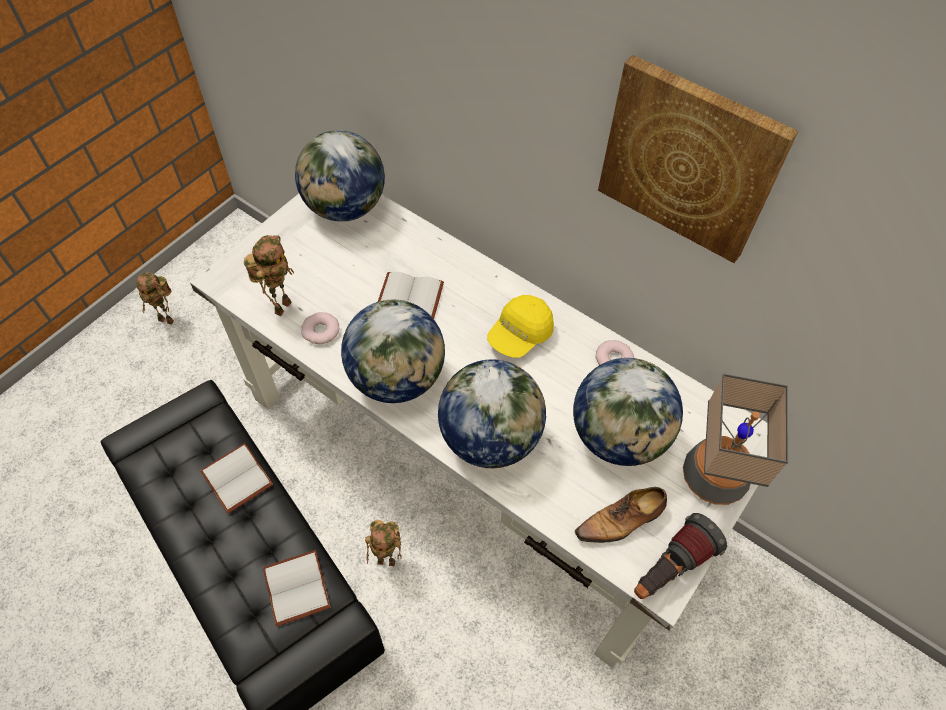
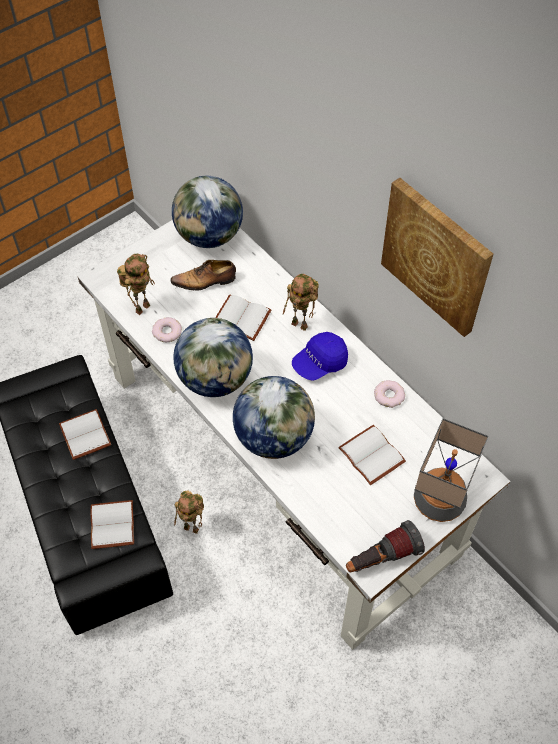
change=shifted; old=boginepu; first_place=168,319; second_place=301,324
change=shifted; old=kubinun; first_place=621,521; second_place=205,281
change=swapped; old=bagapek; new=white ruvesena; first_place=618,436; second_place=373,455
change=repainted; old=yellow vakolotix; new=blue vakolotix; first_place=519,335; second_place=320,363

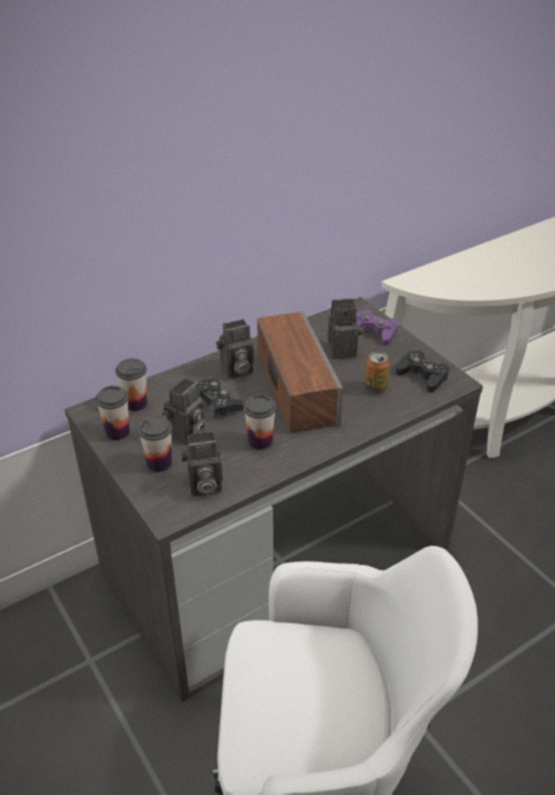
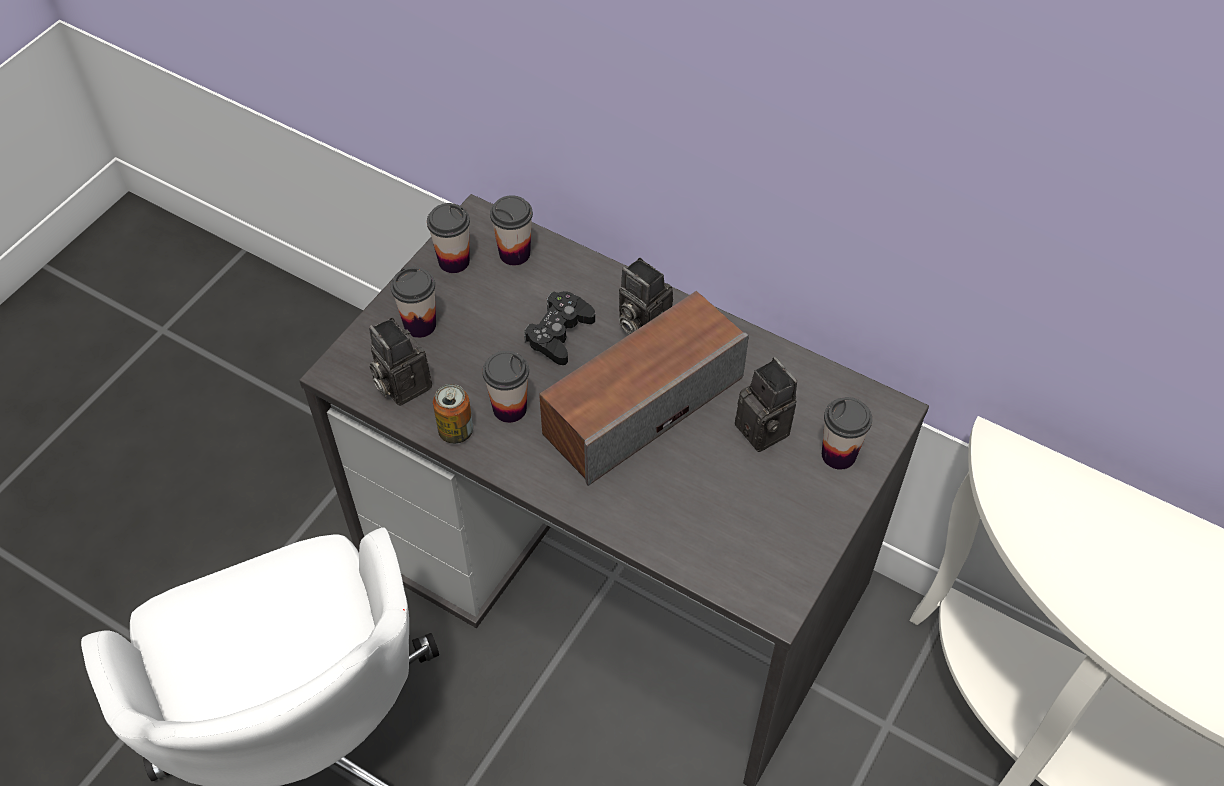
change=gone; old=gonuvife; first_place=186,434
change=gone; old=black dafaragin; first_place=422,376
change=shifted; old=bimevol; first_place=375,388; second_place=456,431
change=swapped; old=purple dafaragin; new=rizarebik; first_place=374,332; second_place=838,455

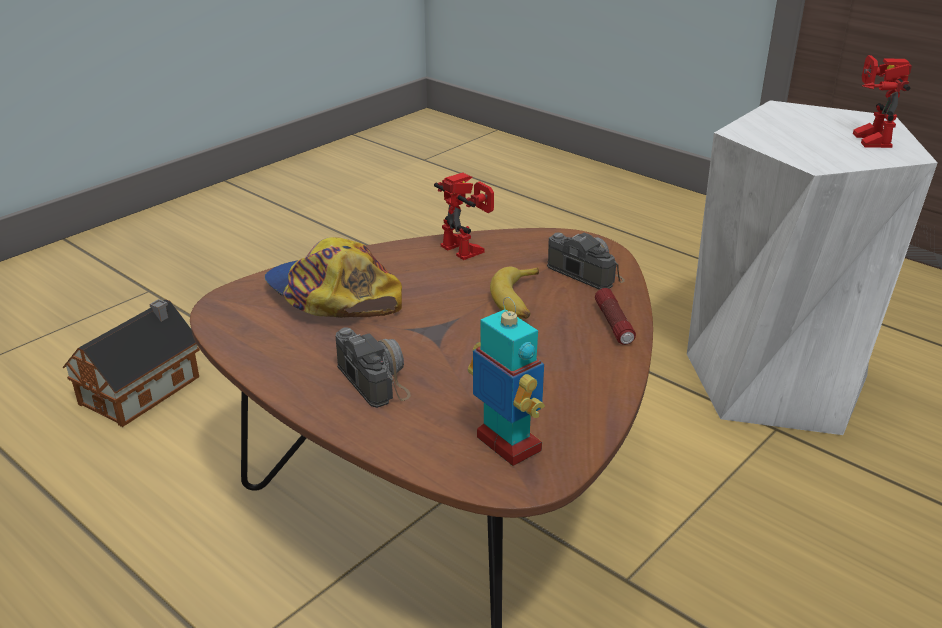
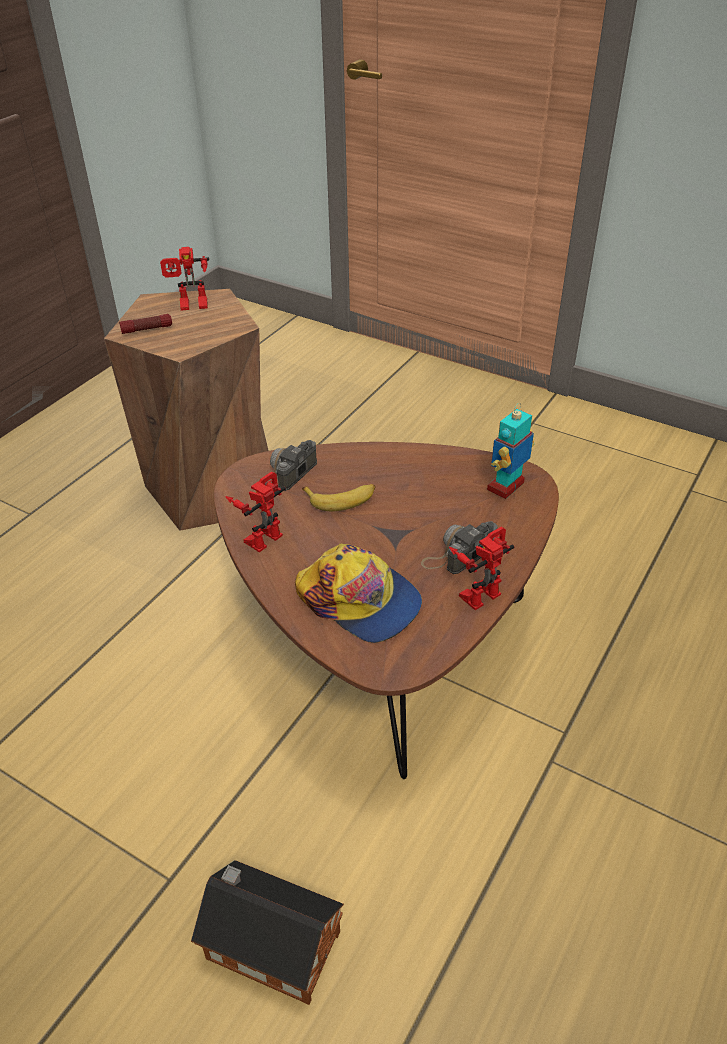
change=new; new=boginepu; second_place=478,591
change=shifted; old=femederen; first_place=614,324; second_place=147,329
change=repainted; old=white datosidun; new=brown datosidun; first_place=776,380; second_place=212,488
change=rotated; old=vakolotix; first_place=331,296; second_place=360,600; degrees=-90

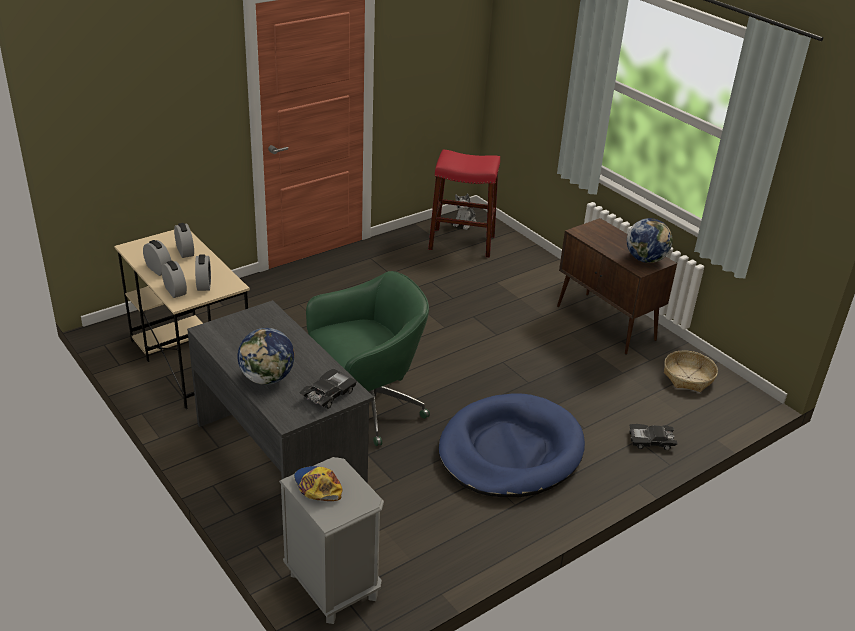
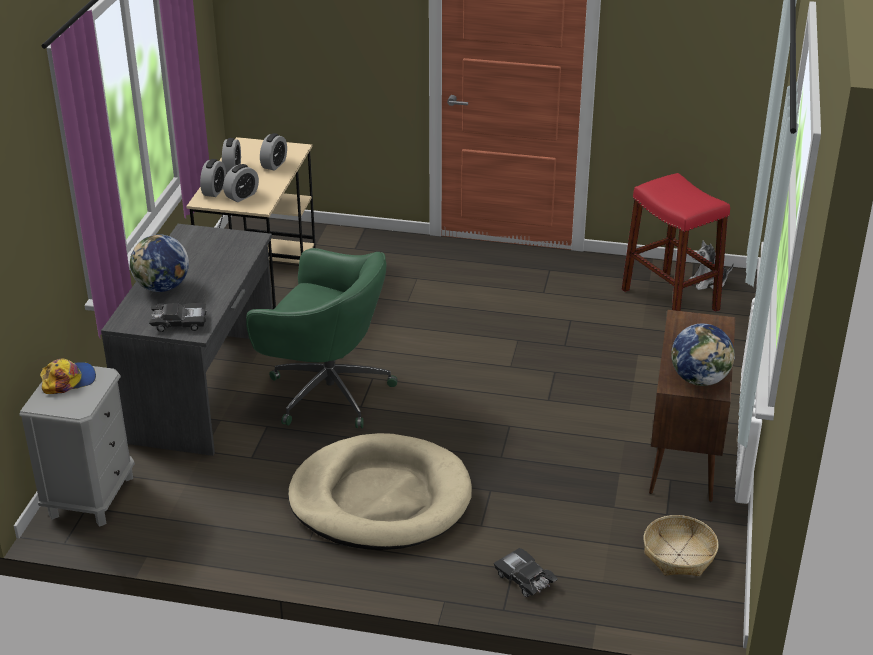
change=repainted; old=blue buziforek; new=beige buziforek; first_place=510,451; second_place=380,499
change=rotated; old=vakolotix; first_place=317,486; second_place=68,380; degrees=45

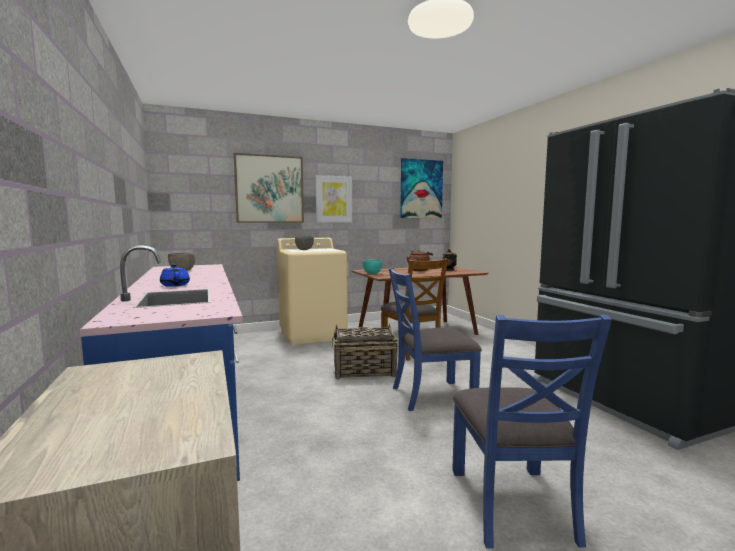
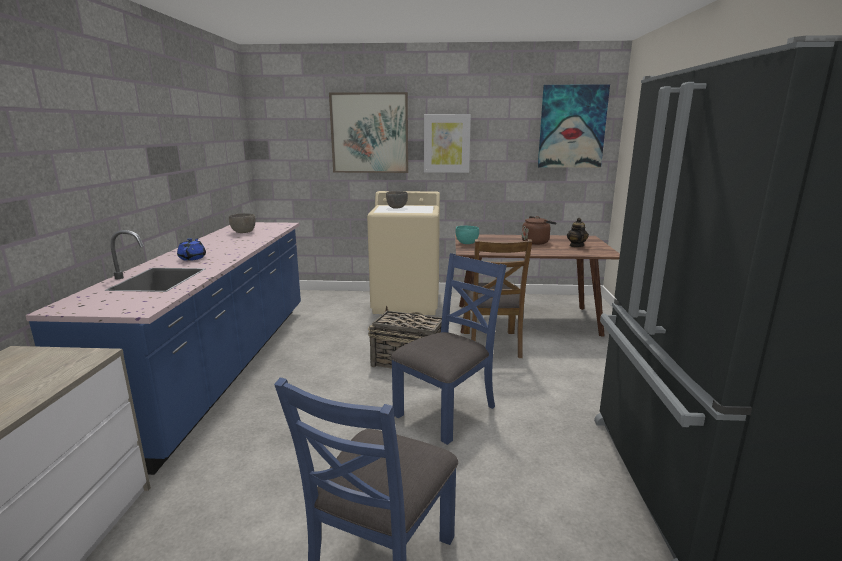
change=rotated; old=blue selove; first_place=431,395; second_place=446,410; degrees=120

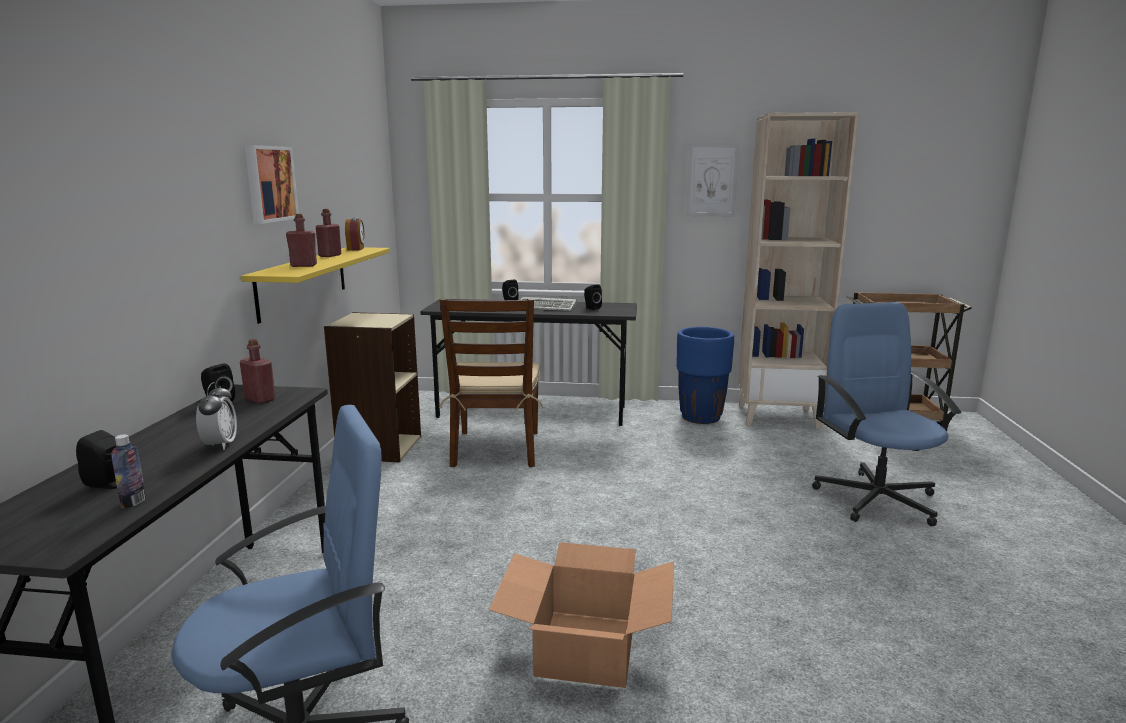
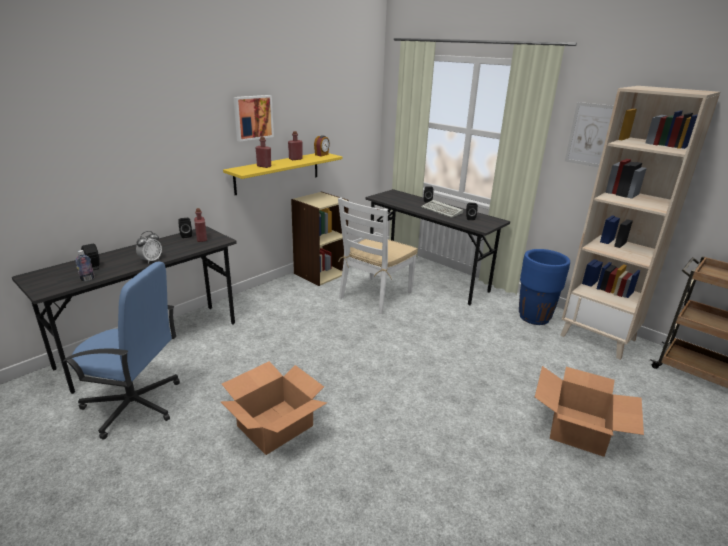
change=swapped; old=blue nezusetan; new=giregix; first_place=876,498; second_place=579,429
change=repainted; old=brown selove; new=white selove; first_place=496,449; second_place=375,295

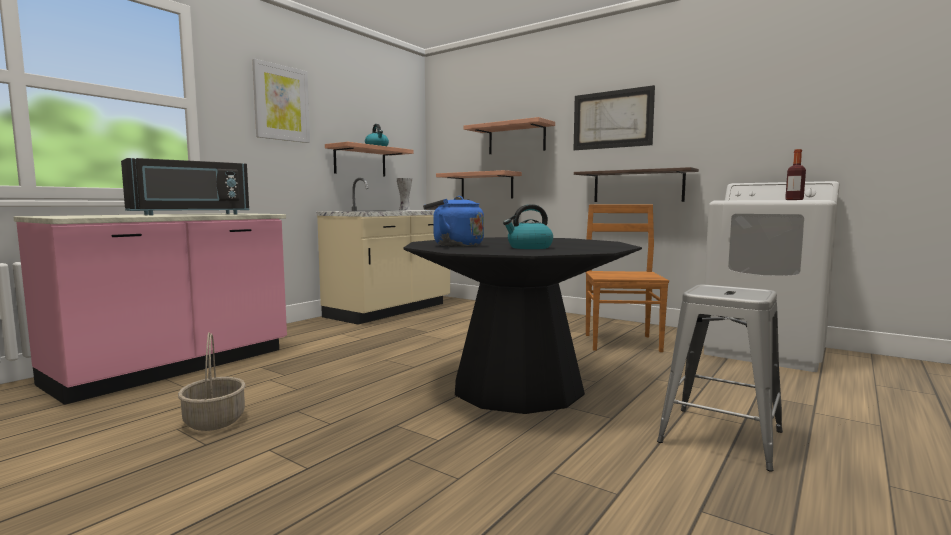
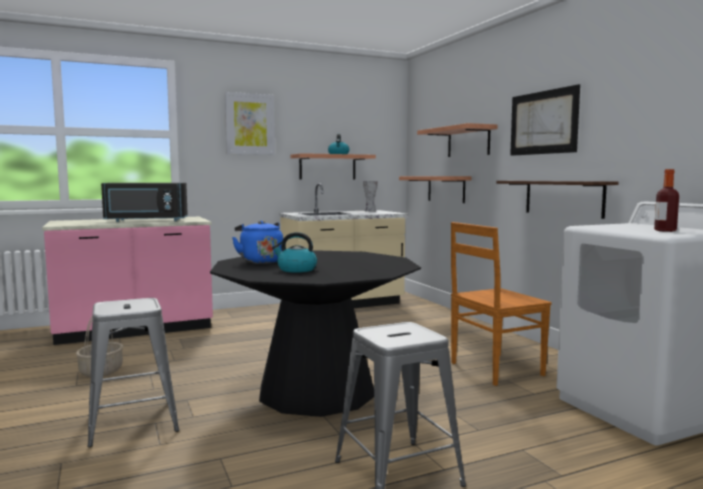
change=new; new=grey datosidun; second_place=133,422
change=rotated; old=brown selove; first_place=621,342; second_place=494,369; degrees=-150

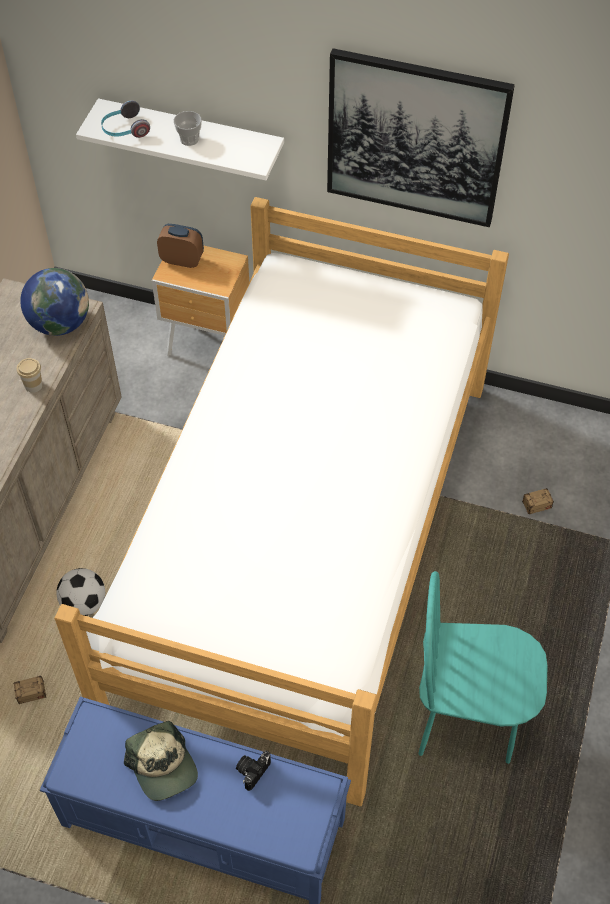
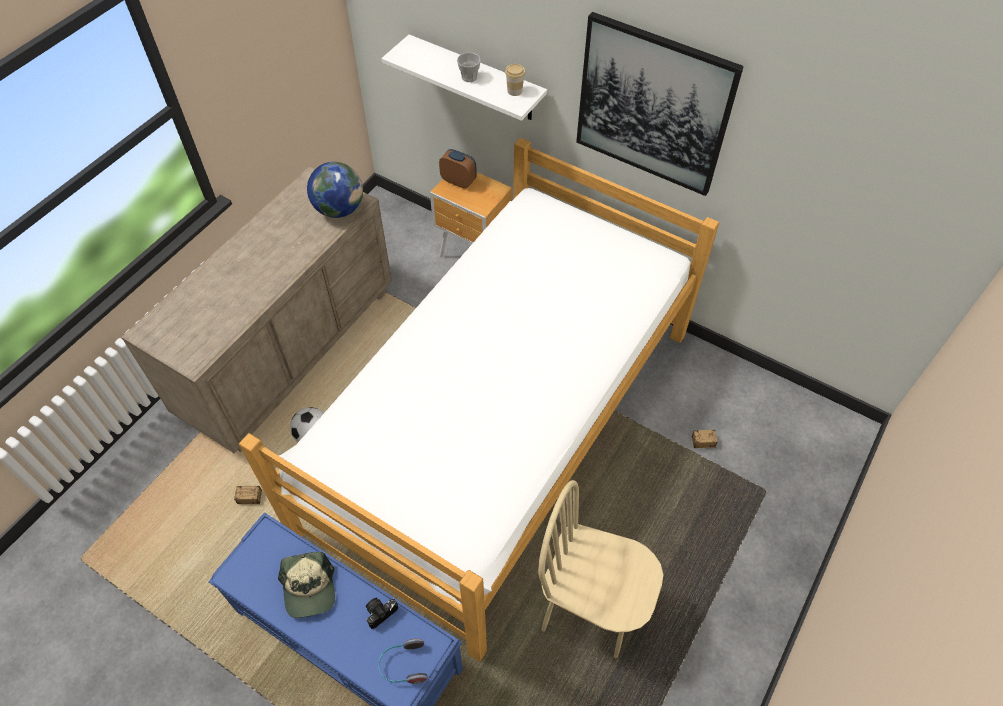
change=shifted; old=rizarebik; first_place=33,385; second_place=514,91
change=shifted; old=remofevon; first_place=124,130; second_place=403,665
change=repainted; old=turquoise selove; new=beige selove; first_place=466,719; second_place=590,610

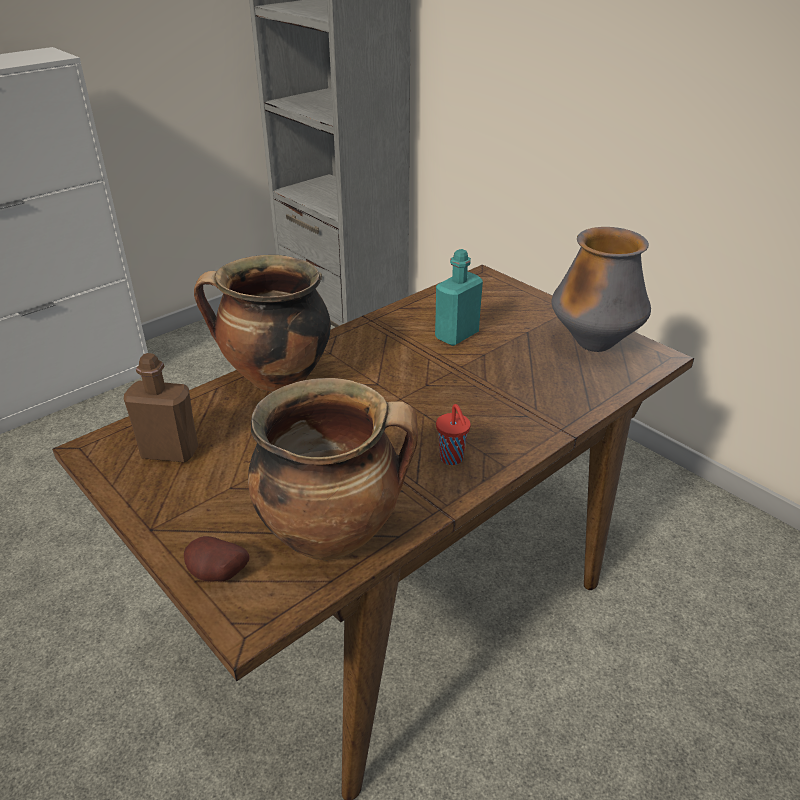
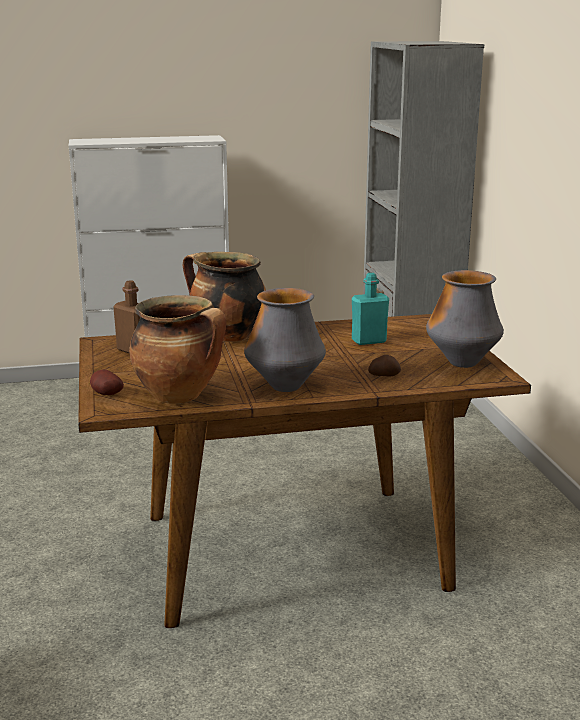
change=new; new=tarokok; second_place=384,375
change=swapped; old=red rizarebik; new=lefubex; first_place=452,459; second_place=285,387

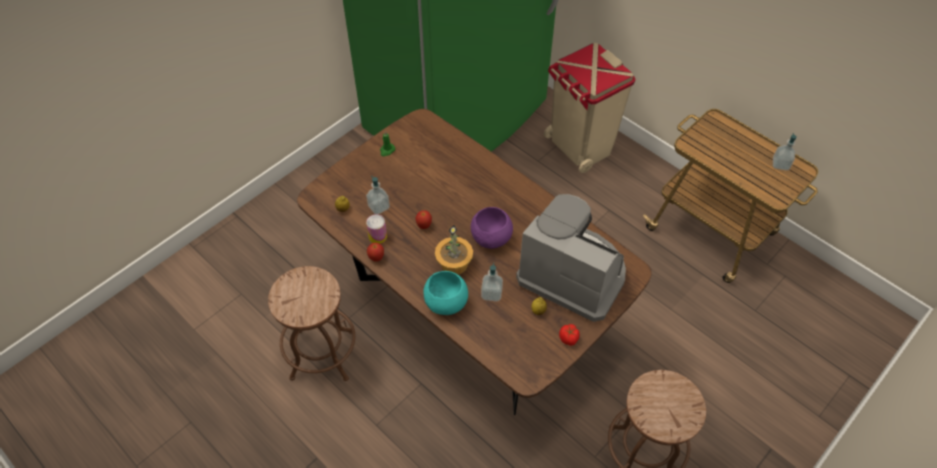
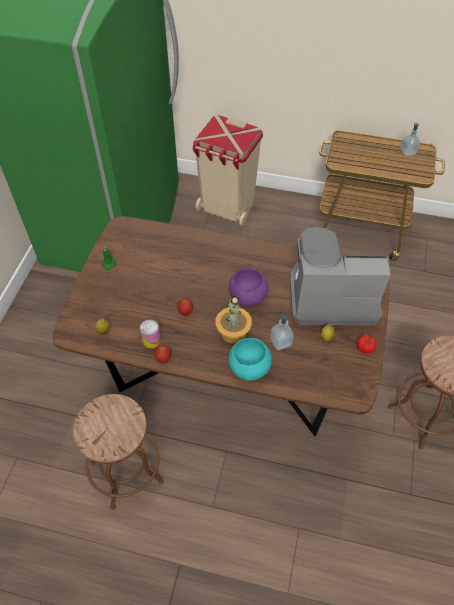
change=gone; old=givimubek; first_place=379,207

